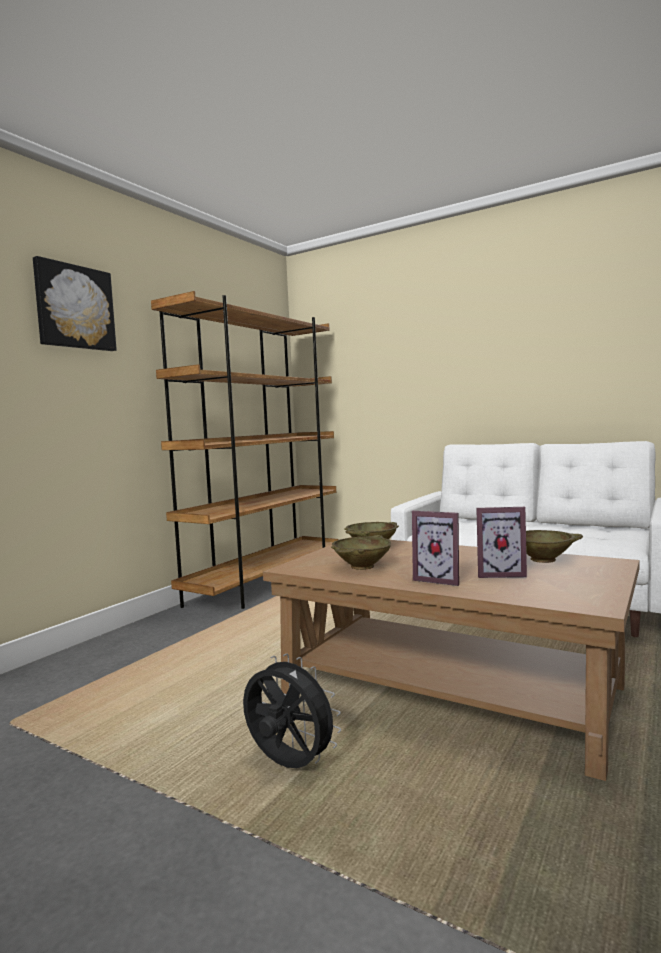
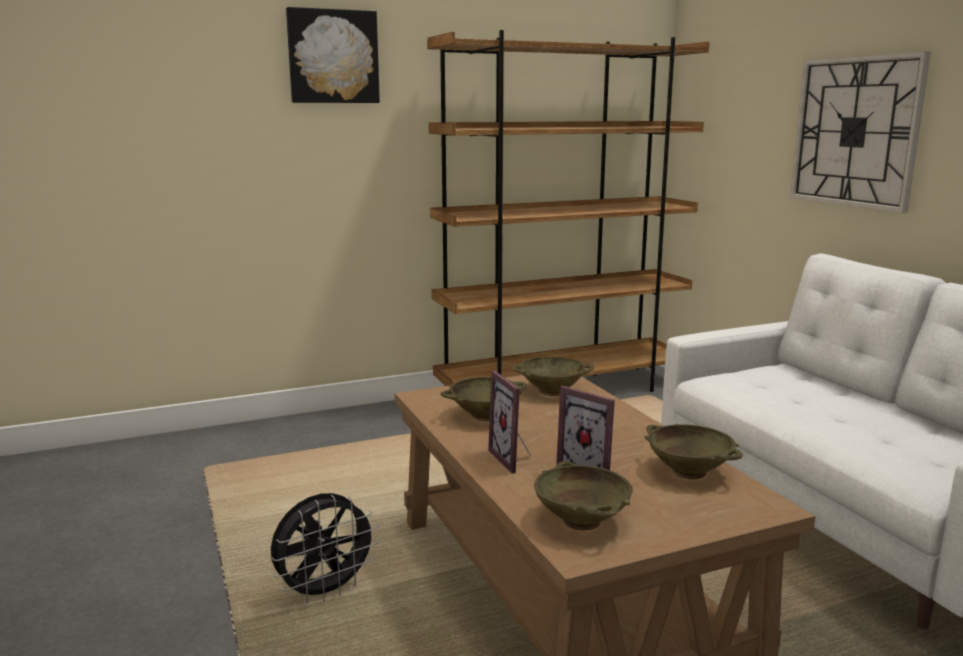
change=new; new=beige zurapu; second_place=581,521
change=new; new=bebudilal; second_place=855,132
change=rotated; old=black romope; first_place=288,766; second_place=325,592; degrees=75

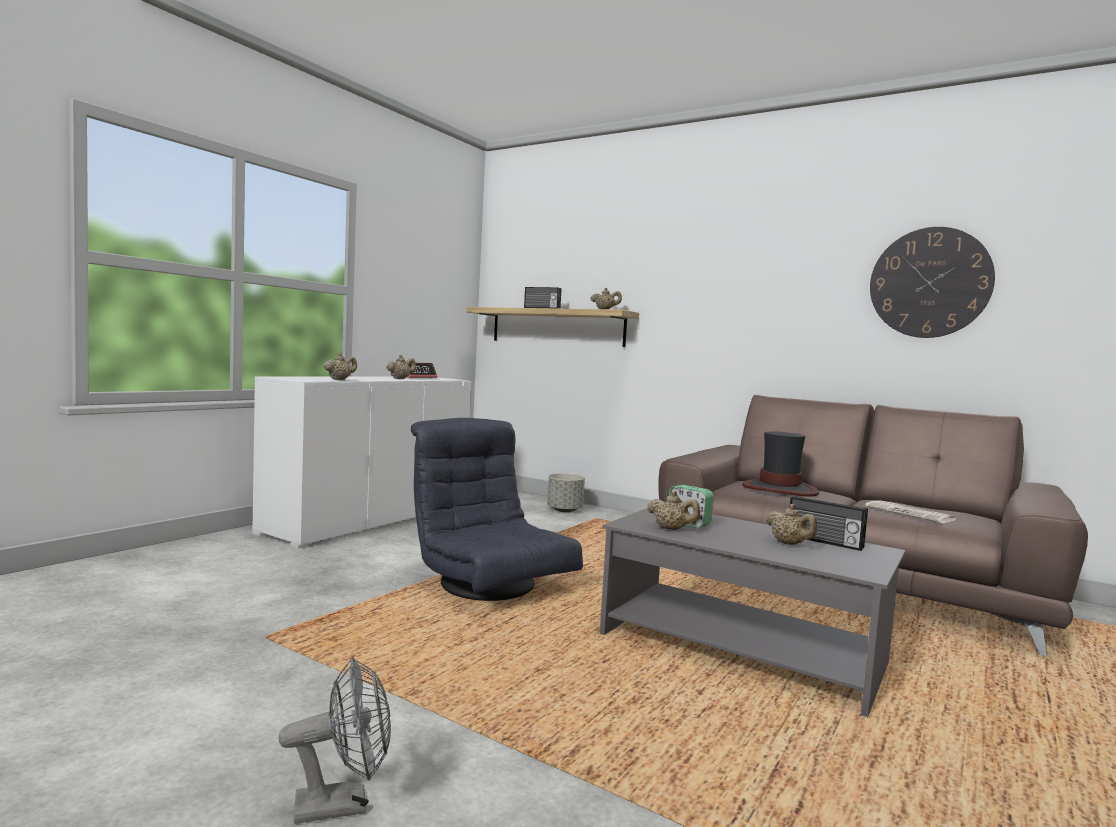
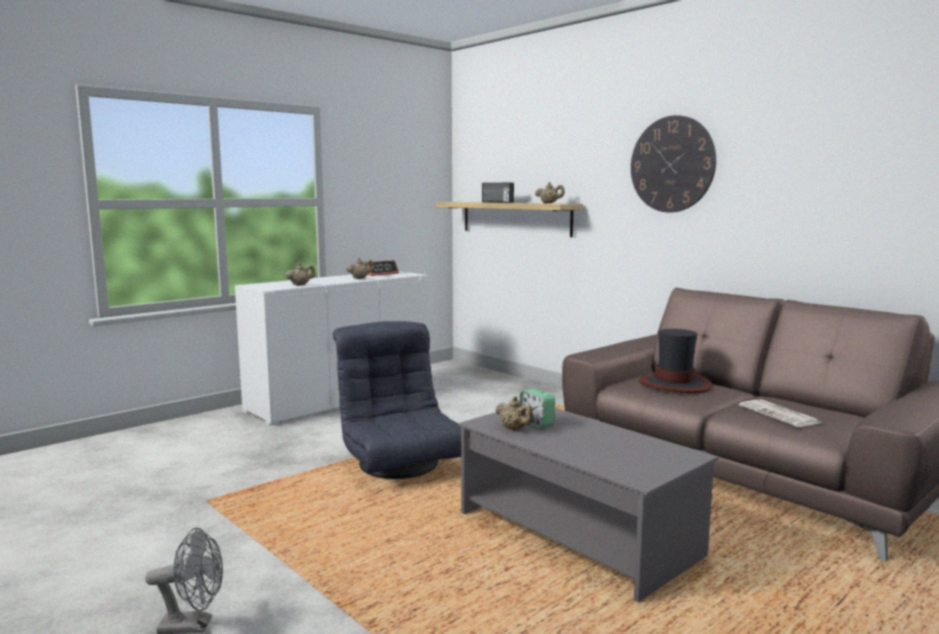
change=gone; old=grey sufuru; first_place=564,510
change=gone; old=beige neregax; first_place=789,544
change=gone; old=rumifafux; first_place=824,542
change=shifted; old=bebudilal; first_place=929,283; second_place=672,164

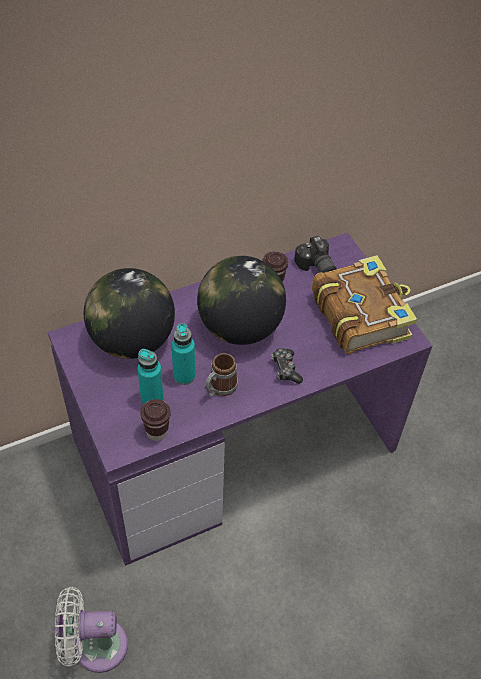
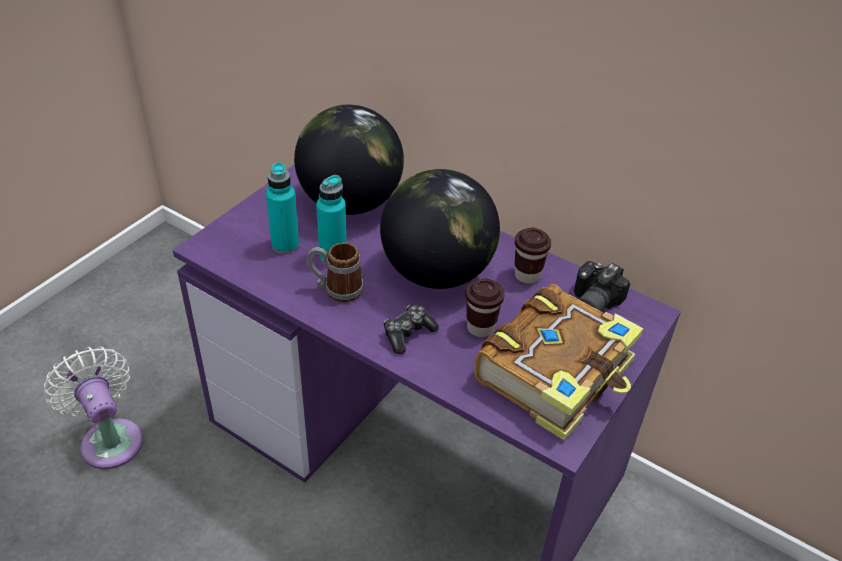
change=shifted; old=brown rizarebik; first_place=157,432; second_place=480,328

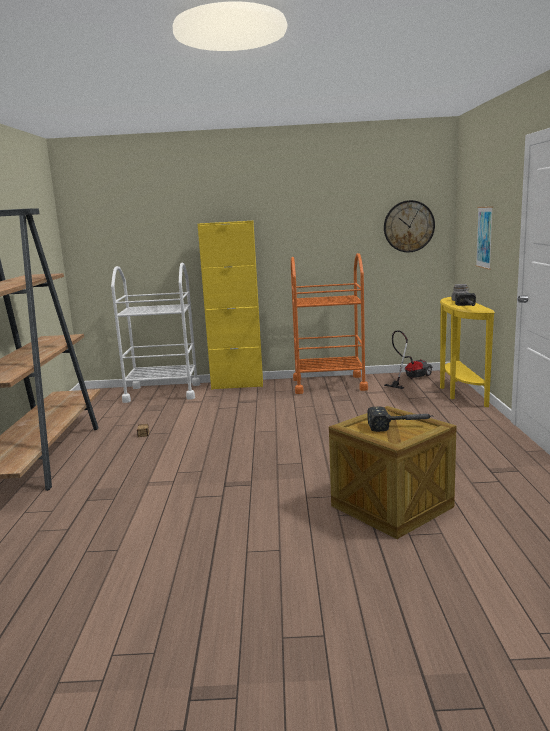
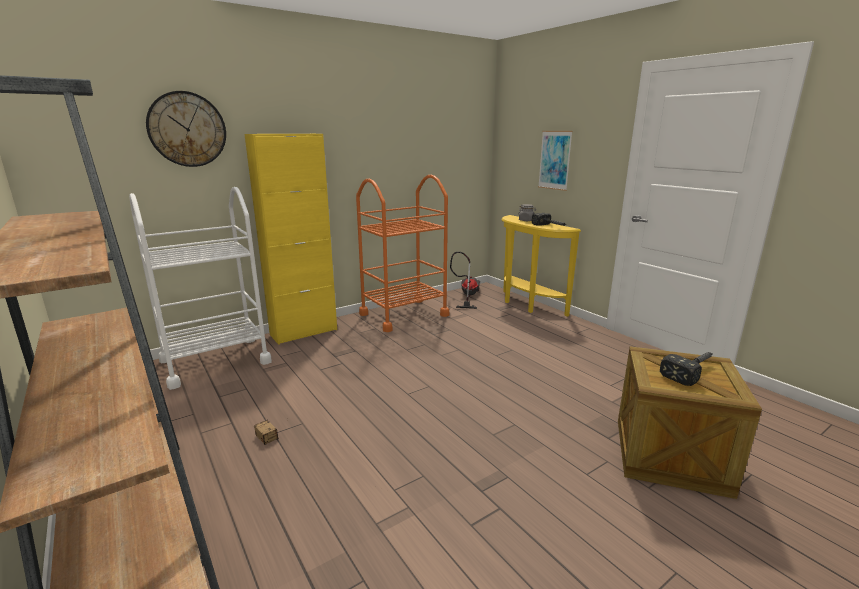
change=shifted; old=bebudilal; first_place=408,226; second_place=187,129

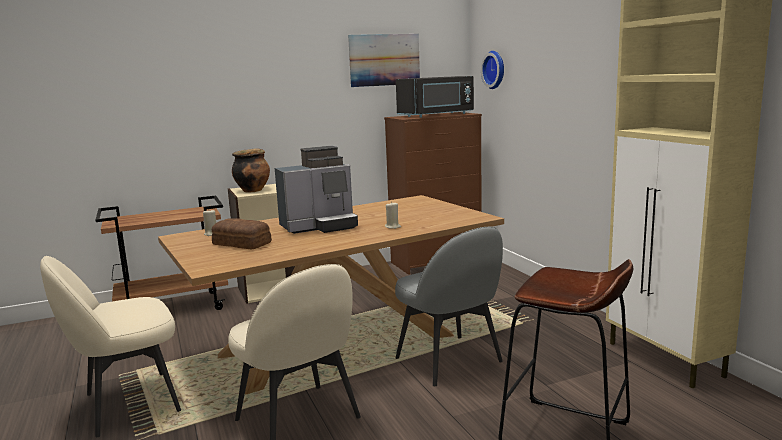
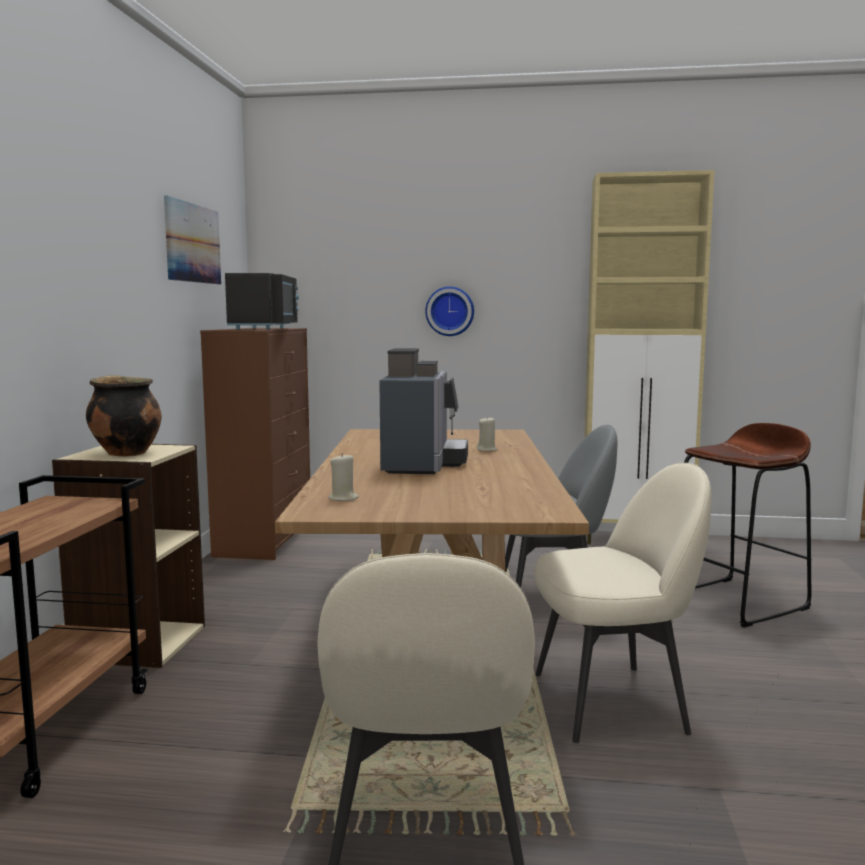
change=gone; old=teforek; first_place=242,244
change=shifted; old=bebudilal; first_place=495,69; second_place=450,311

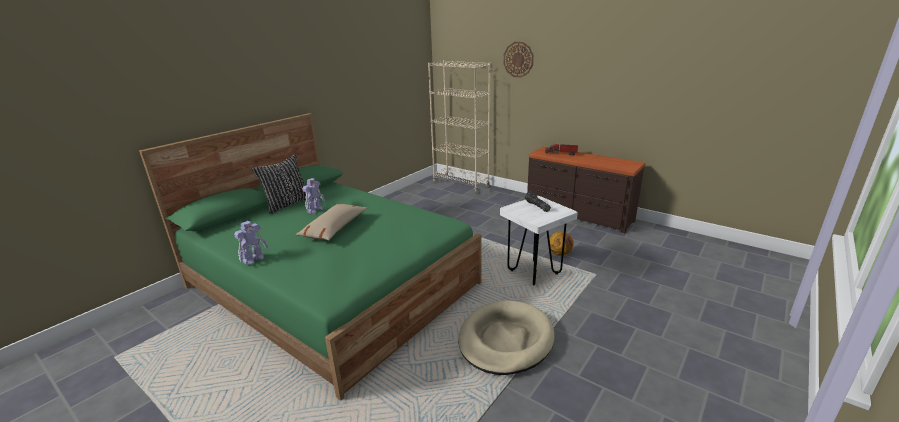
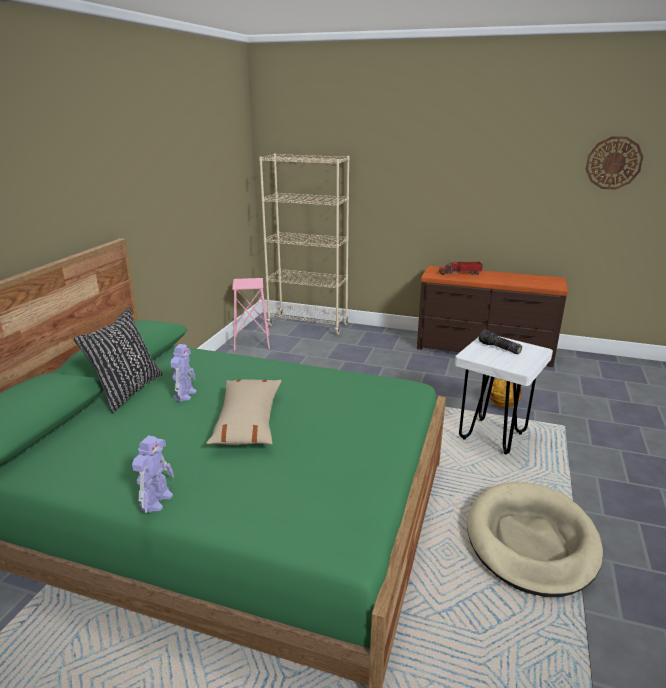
change=new; new=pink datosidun; second_place=252,342
change=shifted; old=bebudilal; first_place=518,59; second_place=613,163

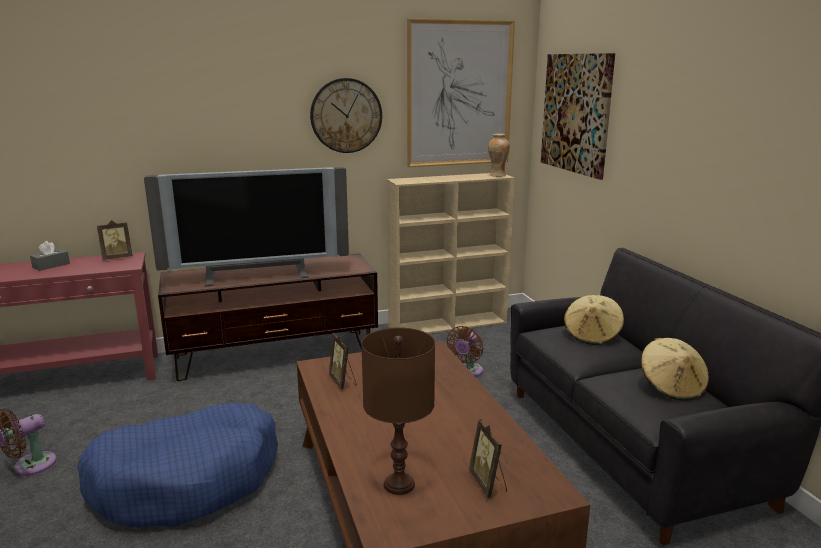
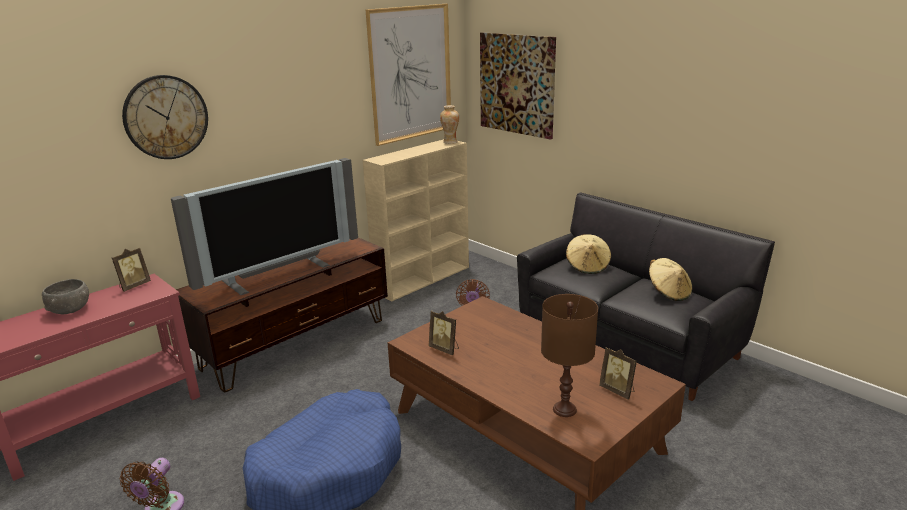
change=shifted; old=bebudilal; first_place=346,115; second_place=166,117
change=swapped; old=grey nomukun; new=grey zurapu; first_place=51,265; second_place=70,310

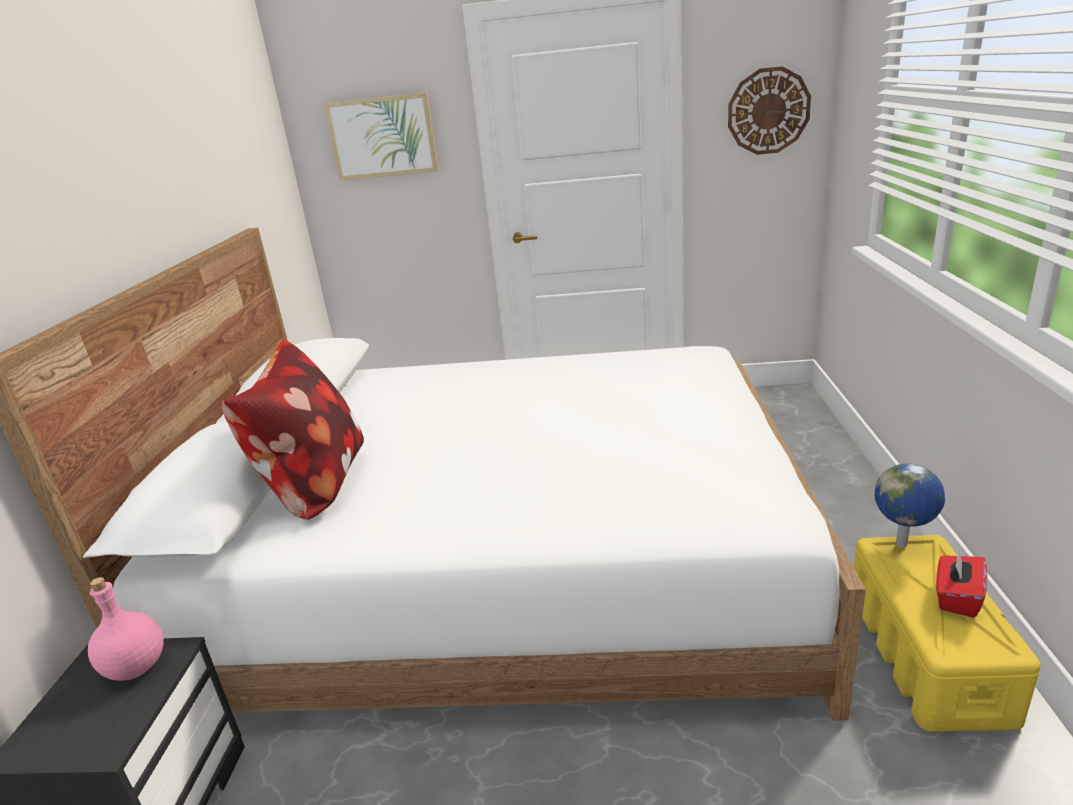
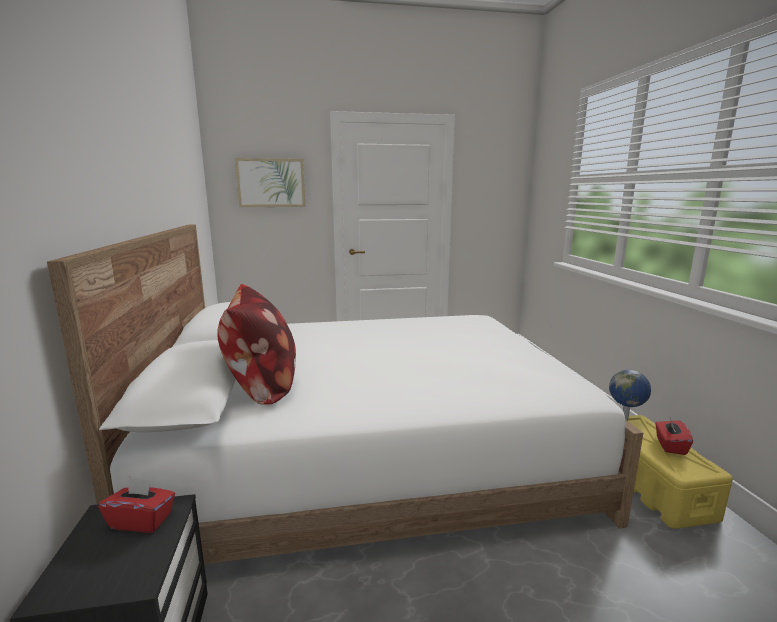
change=gone; old=bebudilal; first_place=768,111
change=swapped; old=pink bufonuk; new=red nomukun; first_place=135,668; second_place=142,520

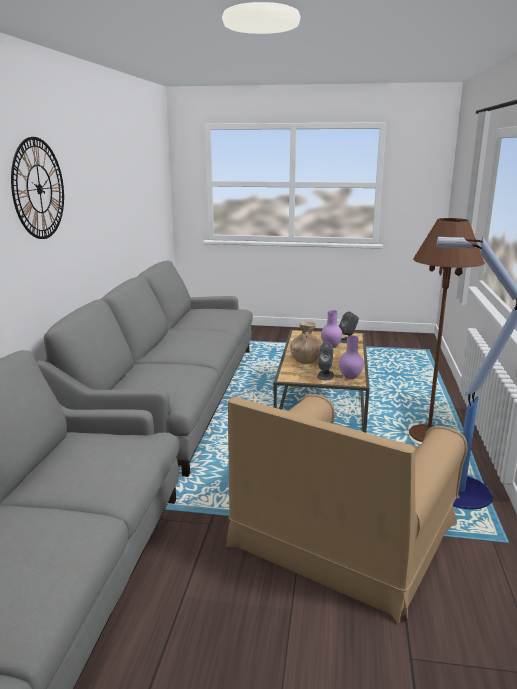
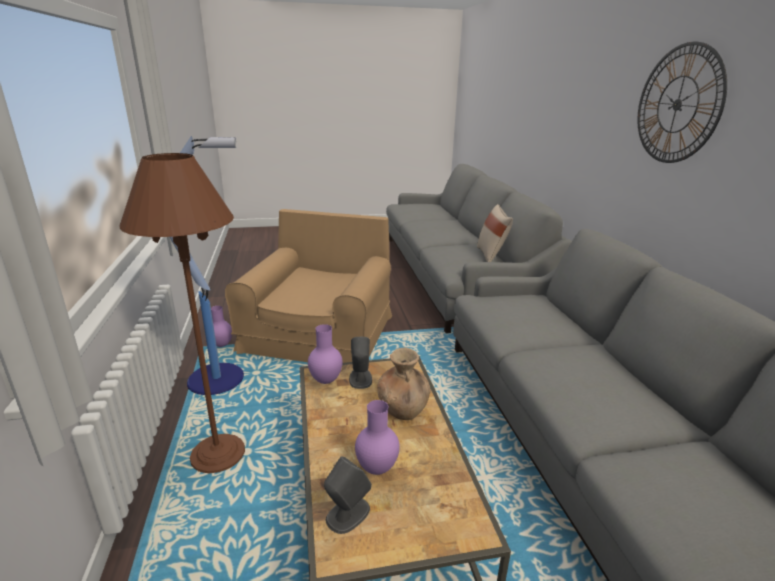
change=new; new=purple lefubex; second_place=222,344
change=new; new=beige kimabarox; second_place=491,256

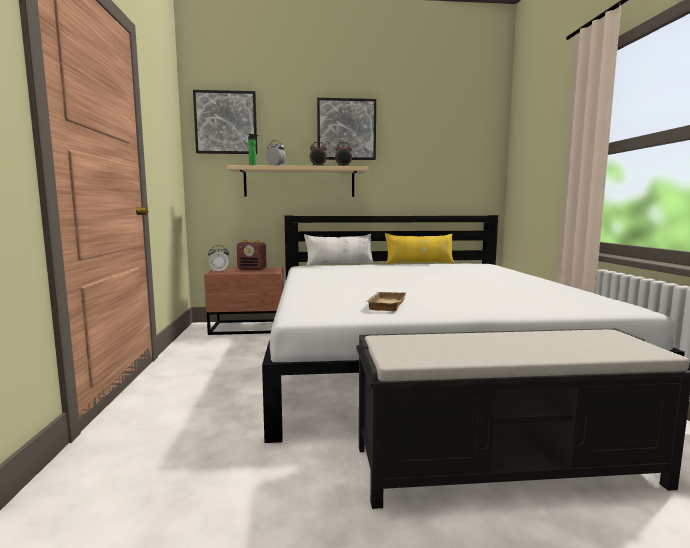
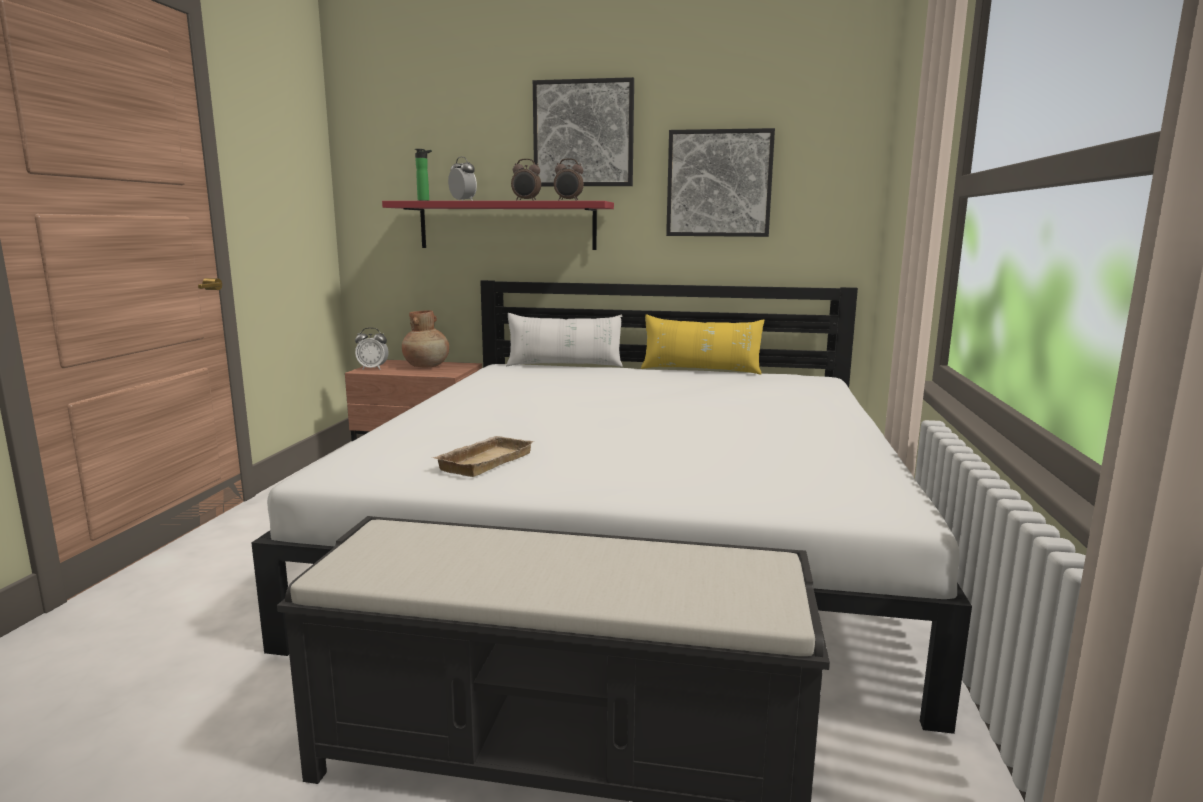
change=shifted; old=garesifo; first_place=226,123; second_place=719,183
change=swapped; old=rumifafux; new=brown lefubex; first_place=252,269; second_place=427,366
change=repainted; old=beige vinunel; new=red vinunel; first_place=299,182; second_place=507,225

